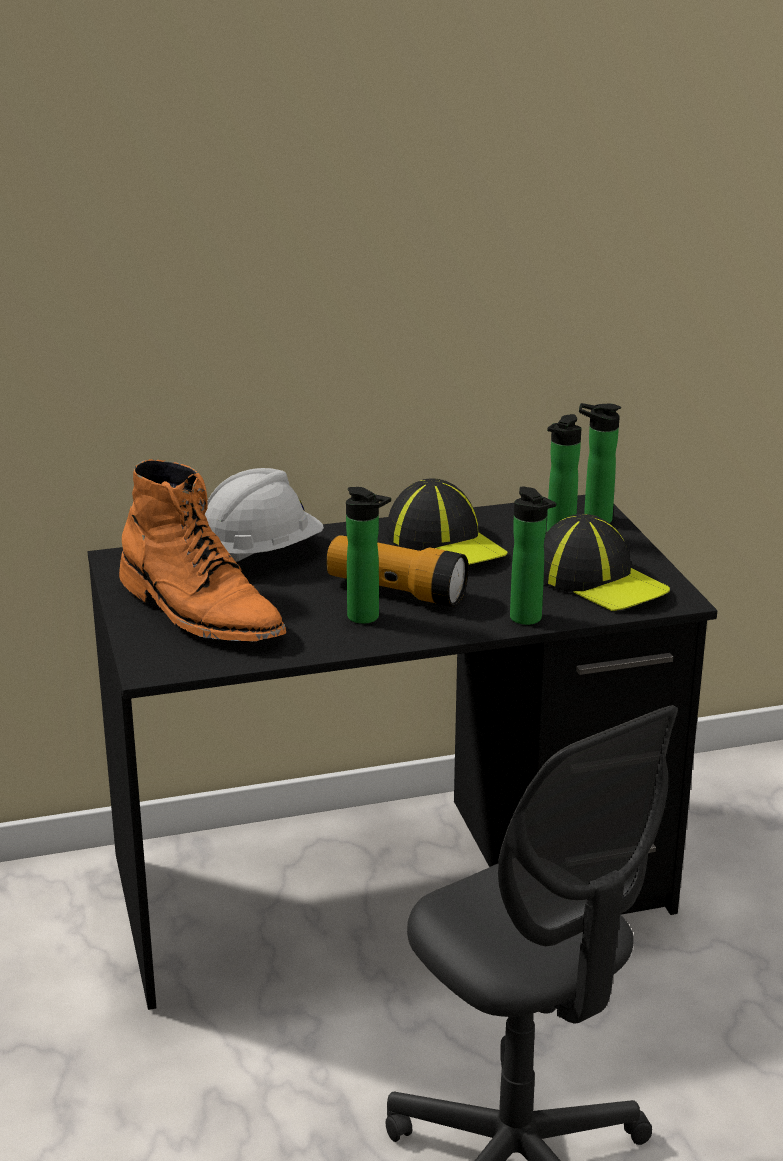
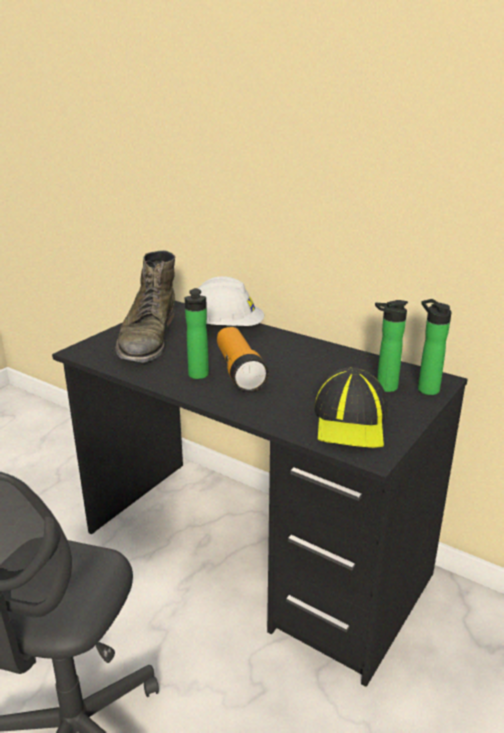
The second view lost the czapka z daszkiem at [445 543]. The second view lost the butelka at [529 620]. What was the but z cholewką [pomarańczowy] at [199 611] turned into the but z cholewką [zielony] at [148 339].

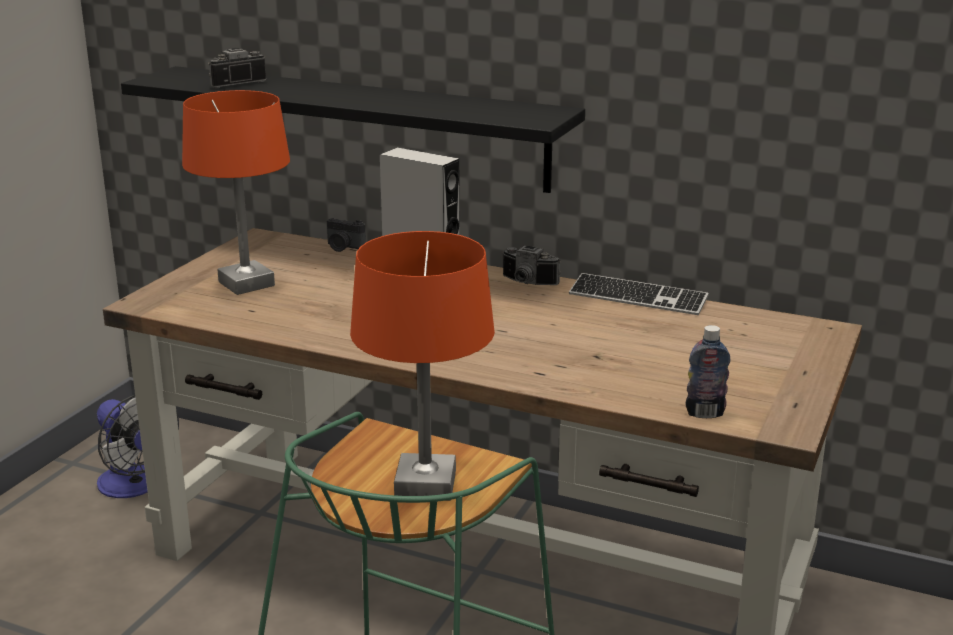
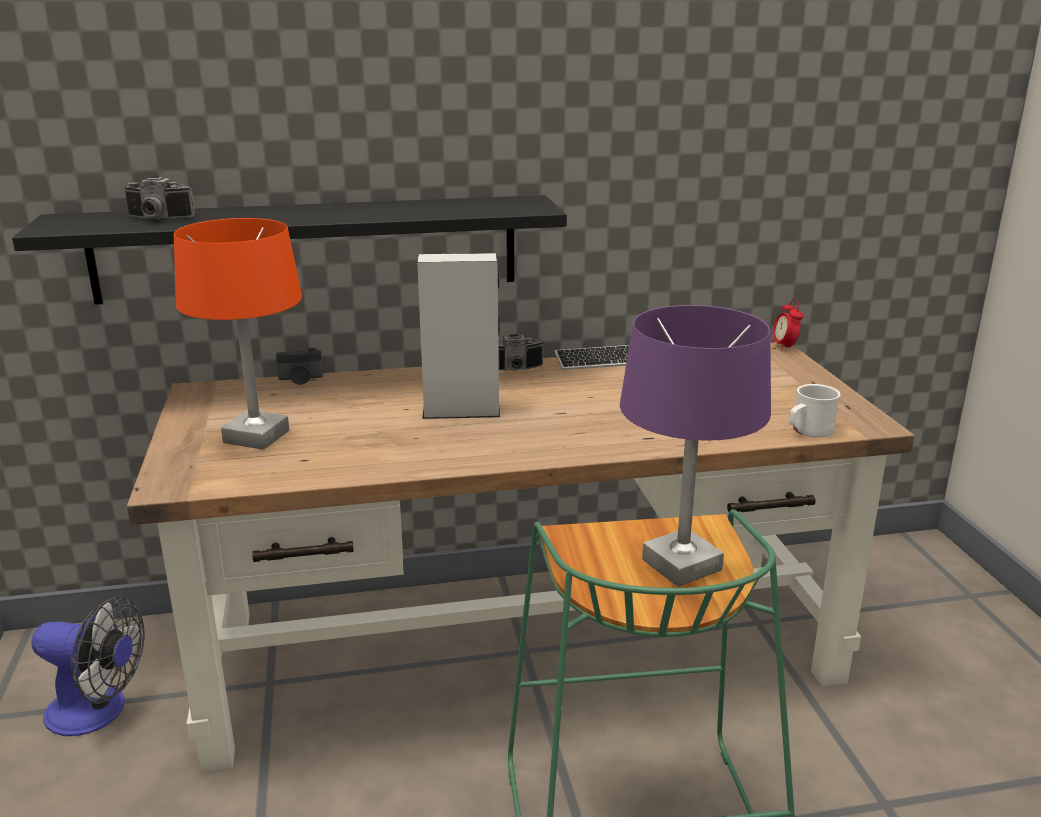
The second view gained the budzik at [784 347]. Where the butelka stood at [705 413], the kubek [biały] came to stand at [808 431]. What was the lampa stołowa [pomarańczowy] at [425 485] turned into the lampa stołowa [fioletowy] at [682 565]. The aparat fotograficzny at [235 82] ended up facing another way, 105 degrees counterclockwise from before.

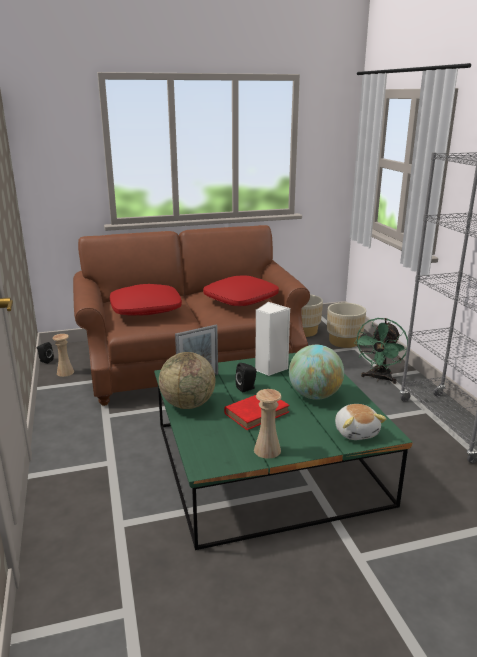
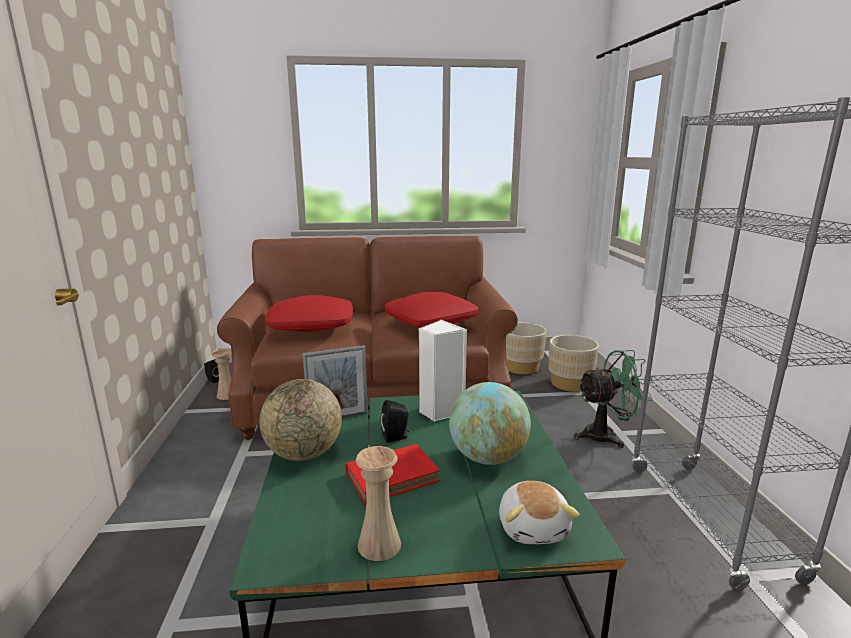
The wentylator [zielony] at [379 378] ended up facing another way, 135 degrees counterclockwise from before.

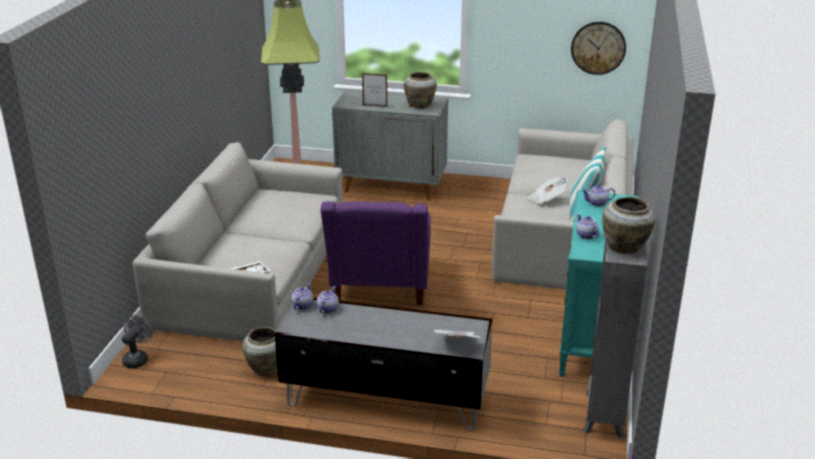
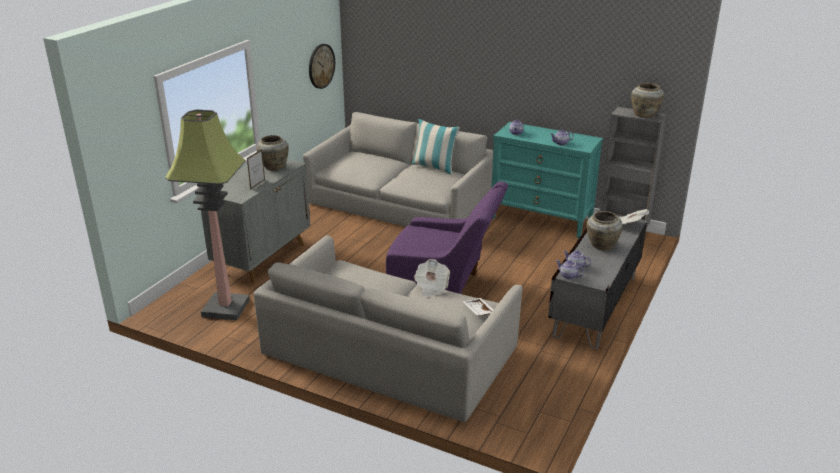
The second view lost the wentylator [szary] at [137 358]. The wazon [beżowy] ended up elsewhere, having gone from [266 368] to [601 245]. The gazeta ended up elsewhere, having gone from [547 199] to [431 287].

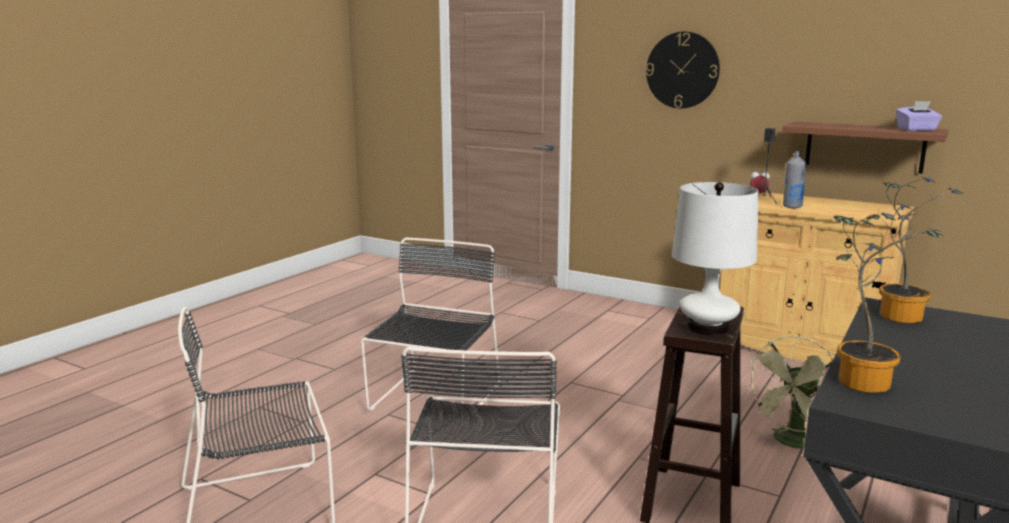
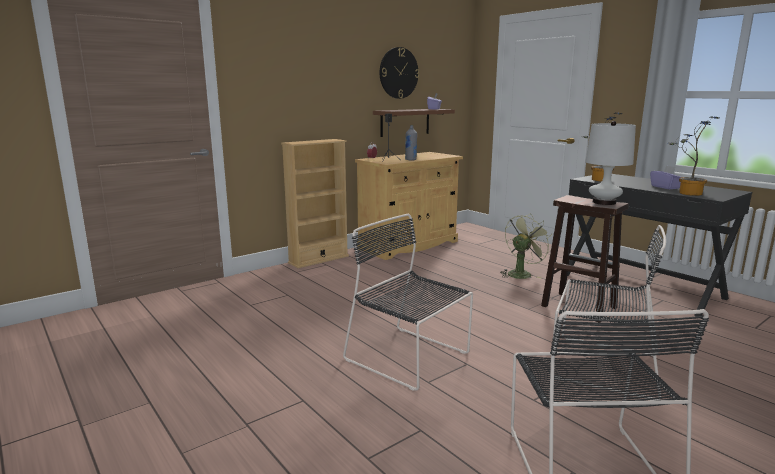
The second view gained the regał [beżowy] at [318 259]. The second view gained the pudełko chusteczek [fioletowy] at [665 187]. The zegar ścienny ended up elsewhere, having gone from [682 70] to [398 73]. The wentylator [zielony] at [792 443] ended up facing another way, 105 degrees counterclockwise from before.

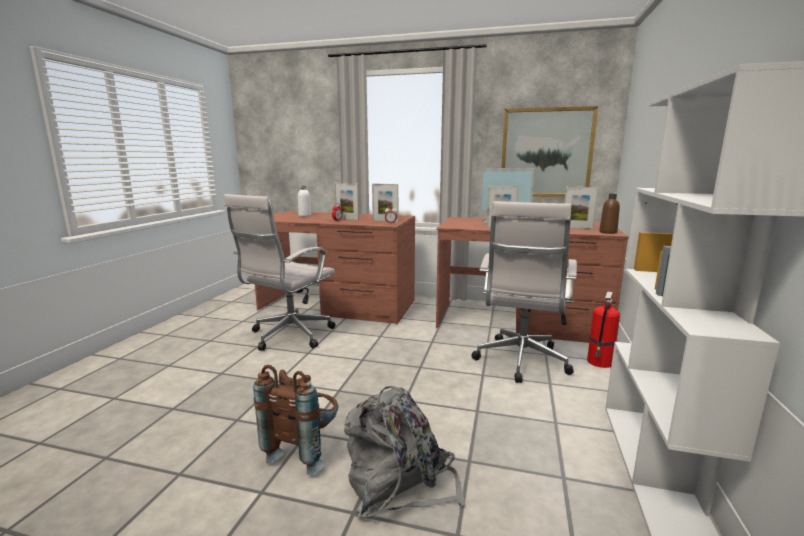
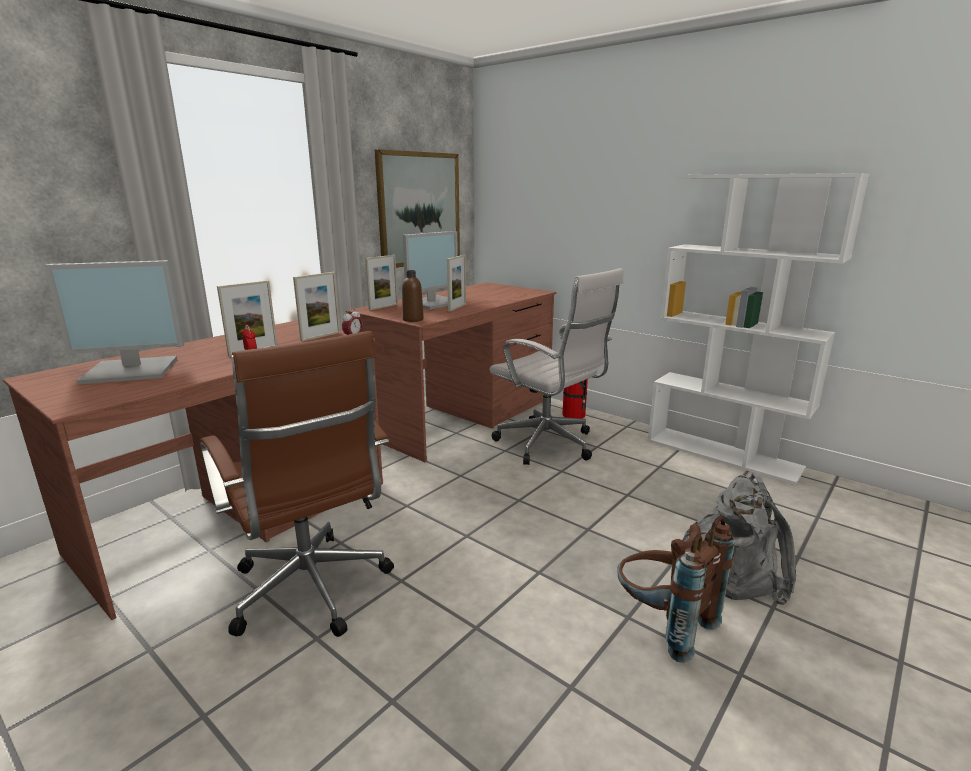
The ramka na zdjęcie ended up elsewhere, having gone from [577 228] to [383 307]. The butelka [brązowy] ended up elsewhere, having gone from [608 232] to [413 319]. Where the butelka [biały] stood at [305 215], the monitor came to stand at [133 370]. What was the krzesło biurowe [biały] at [289 336] turned into the krzesło biurowe [brązowy] at [312 592].

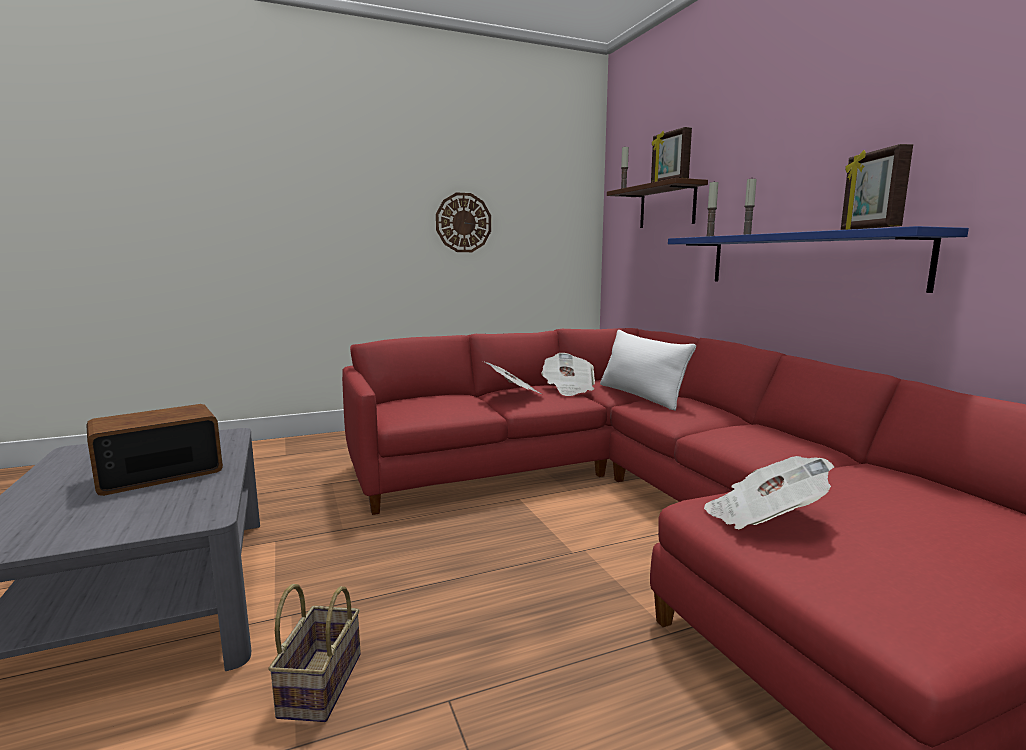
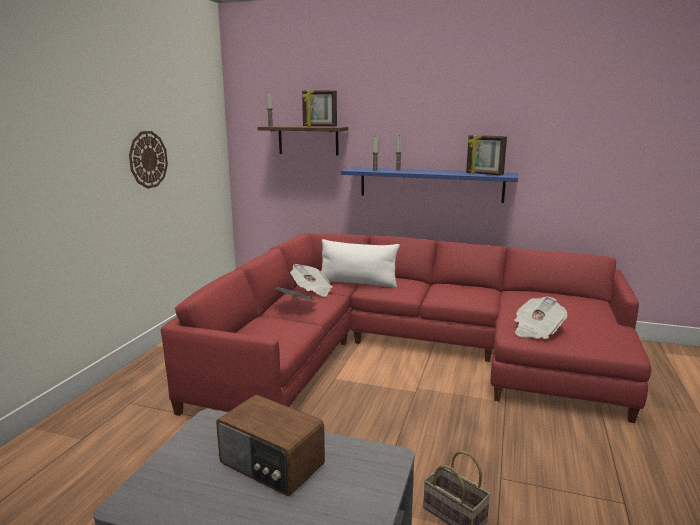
The radio at [158 473] ended up facing another way, 60 degrees counterclockwise from before.

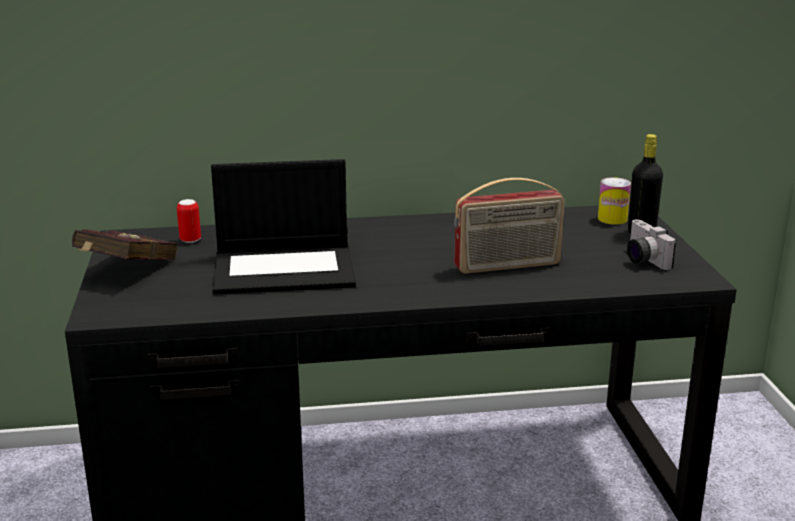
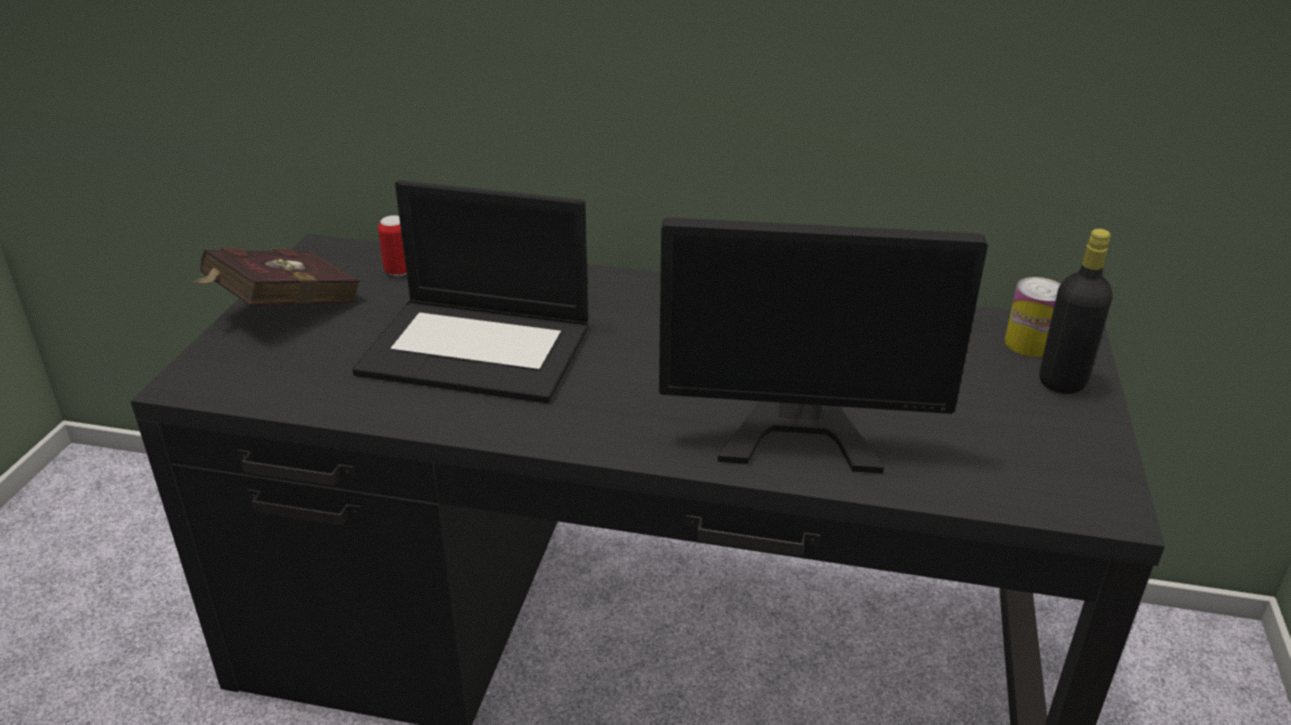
The second view lost the aparat fotograficzny at [642 259]. Where the radio stood at [508 266], the monitor came to stand at [800 409].

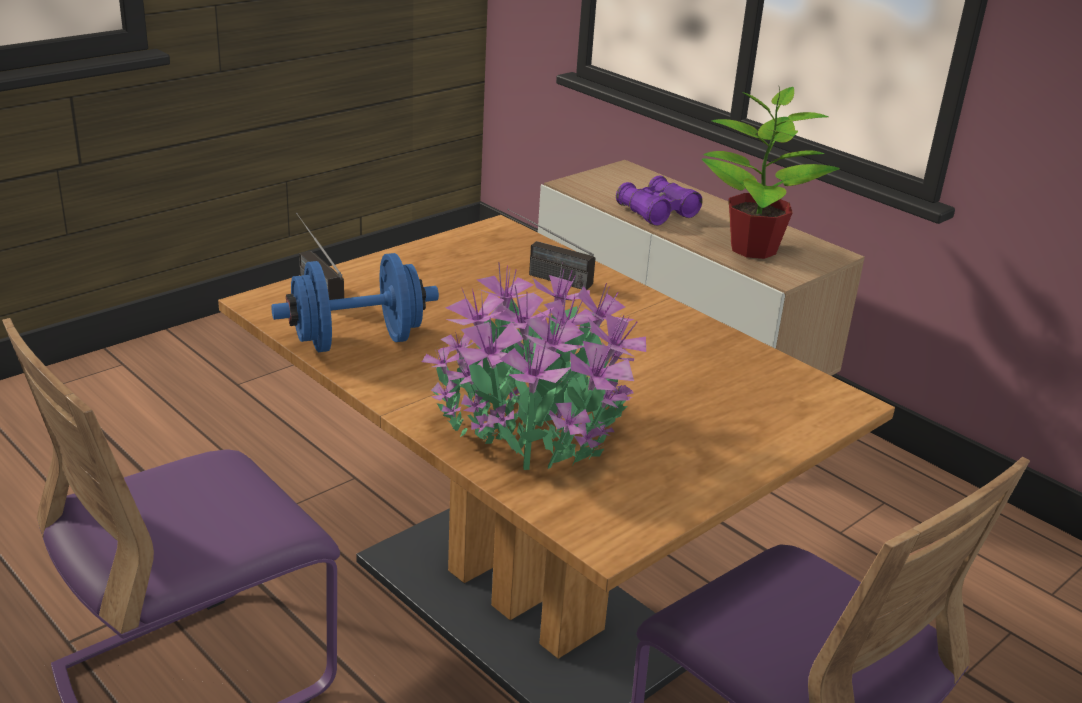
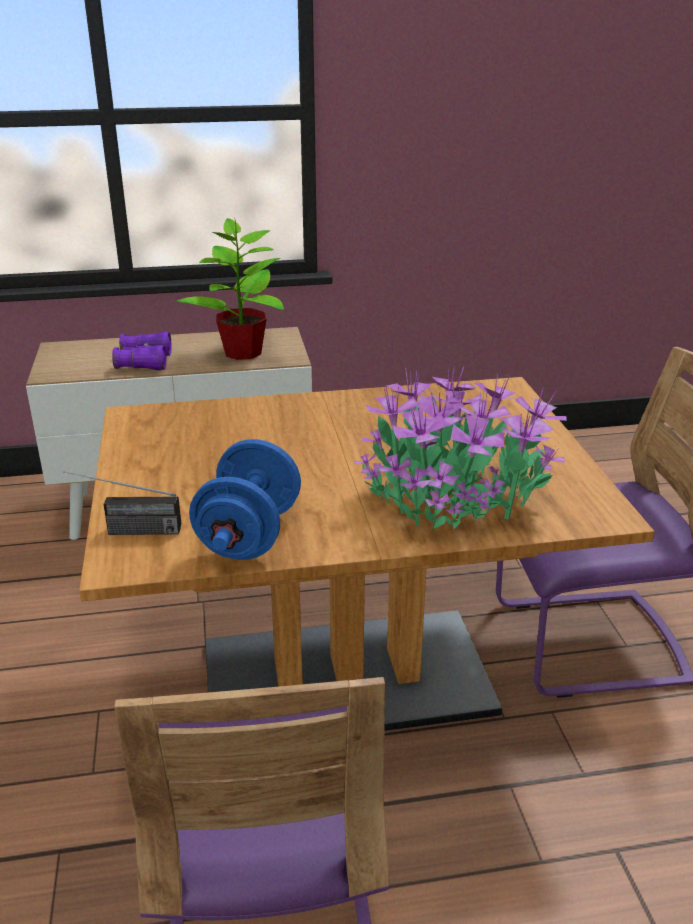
The second view lost the radio at [544 276].

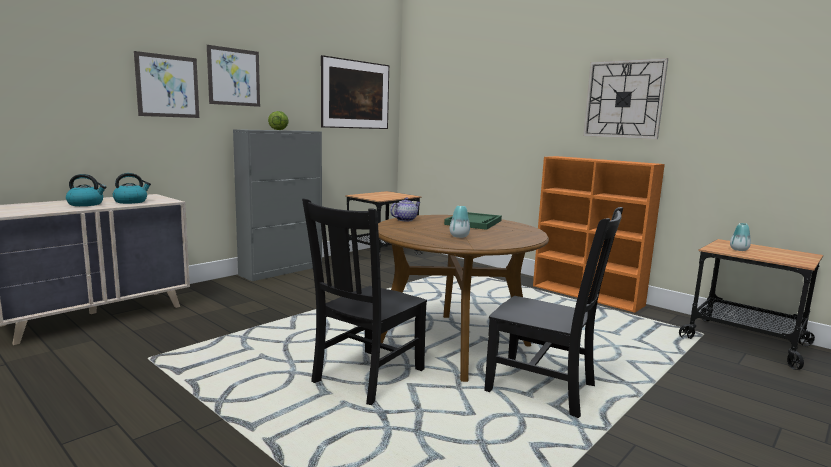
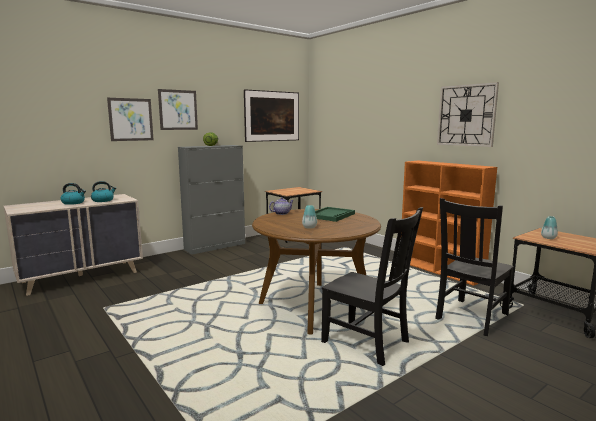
The krzesło [czarny] ended up elsewhere, having gone from [366 377] to [470 317].

